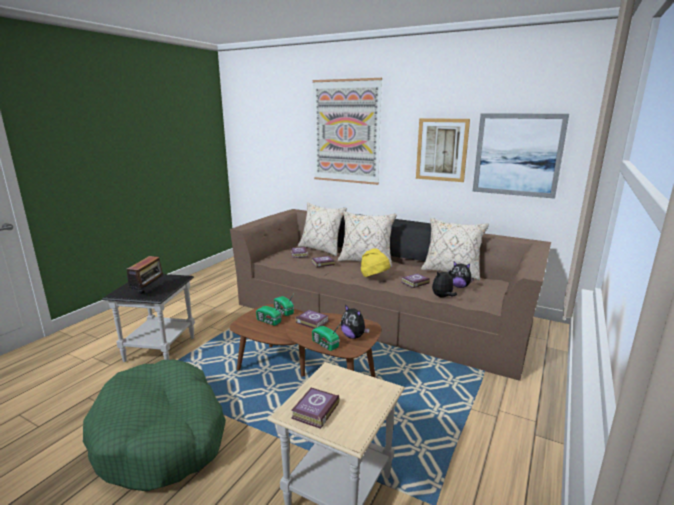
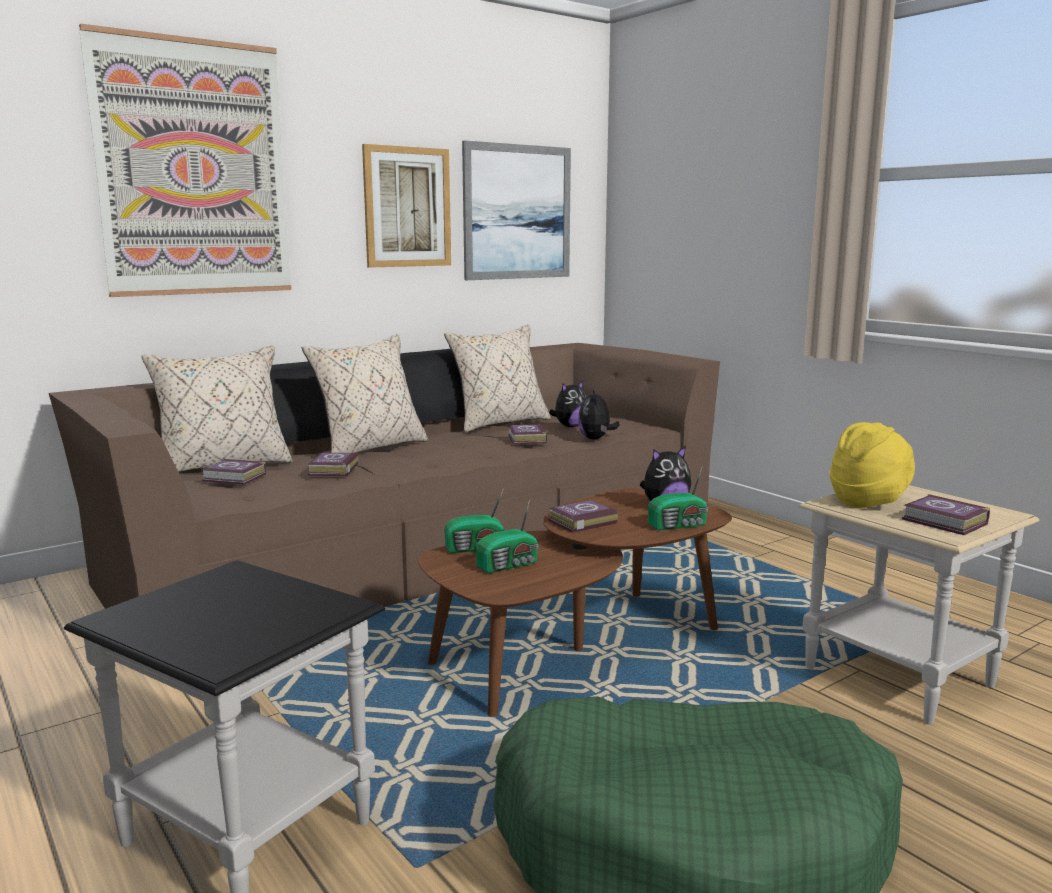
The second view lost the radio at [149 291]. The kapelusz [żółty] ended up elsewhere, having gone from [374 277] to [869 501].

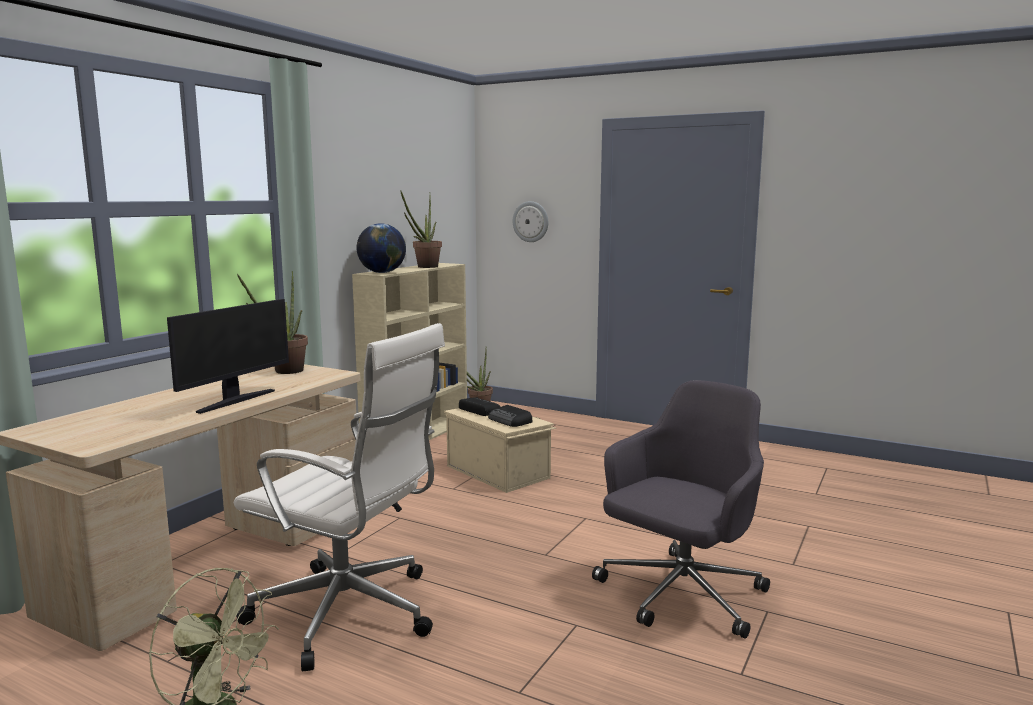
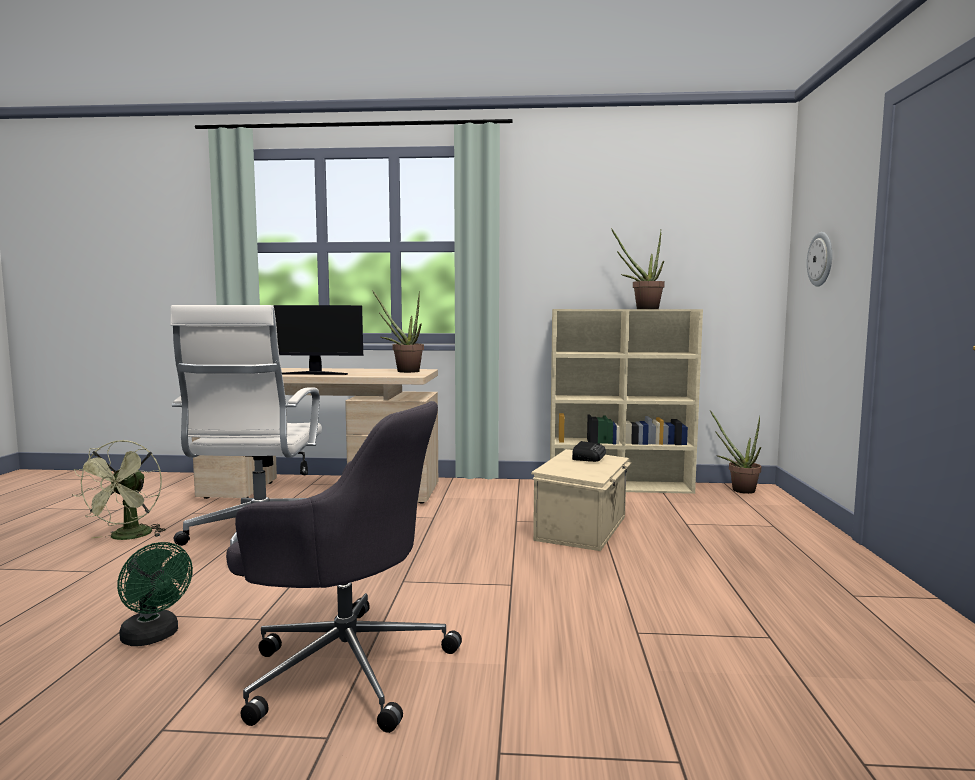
The second view lost the globus at [382 273]. The second view lost the radio at [510 421]. The second view gained the wentylator [zielony] at [154 637].

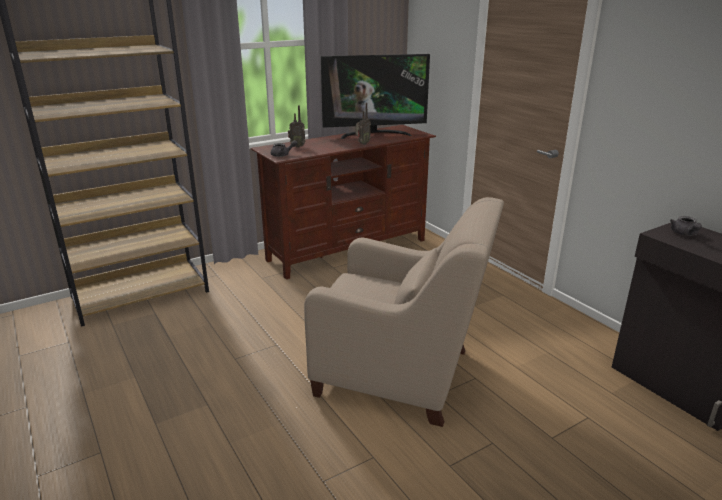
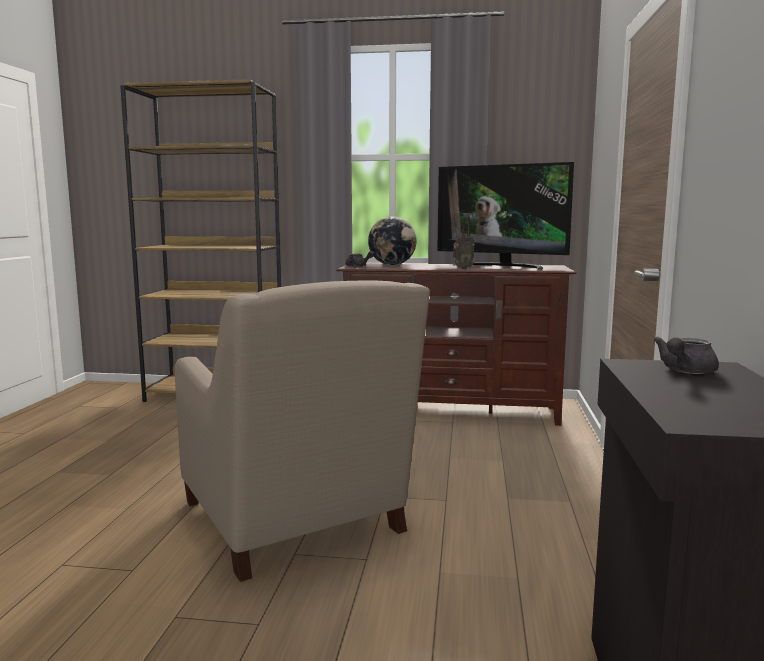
Where the radio stood at [297 146], the globus came to stand at [392 265].

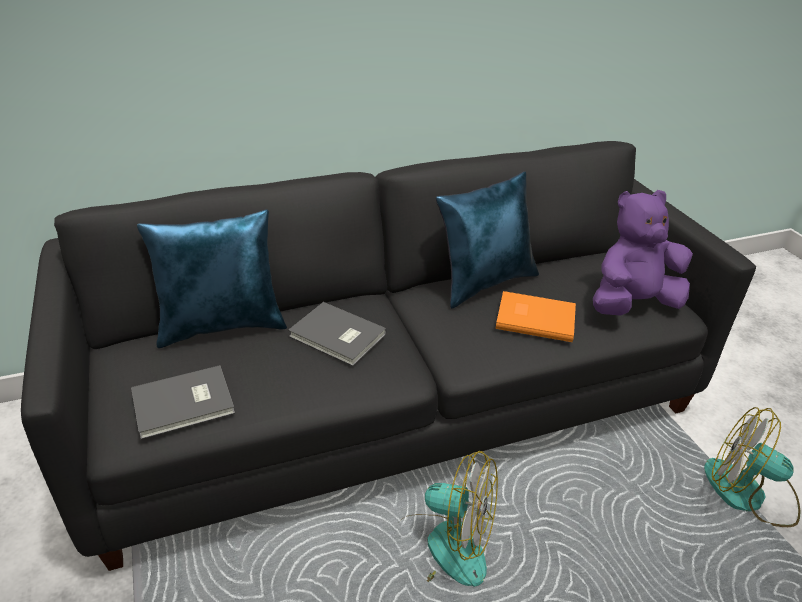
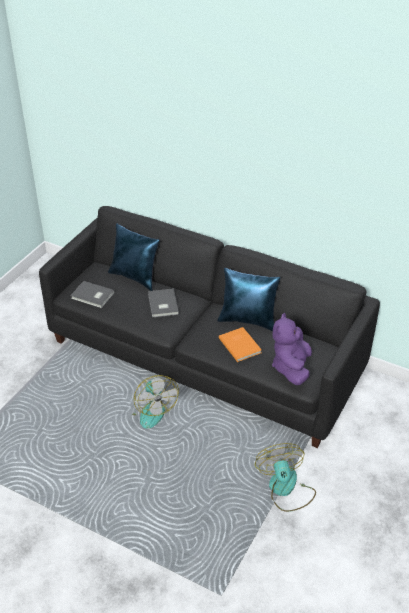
The pluszak [fioletowy] at [631 304] ended up facing another way, 105 degrees counterclockwise from before.

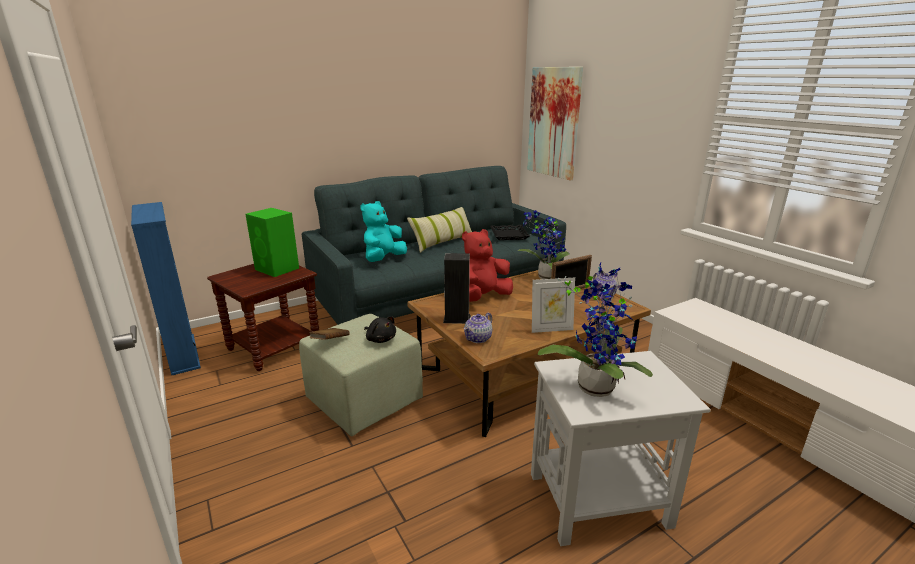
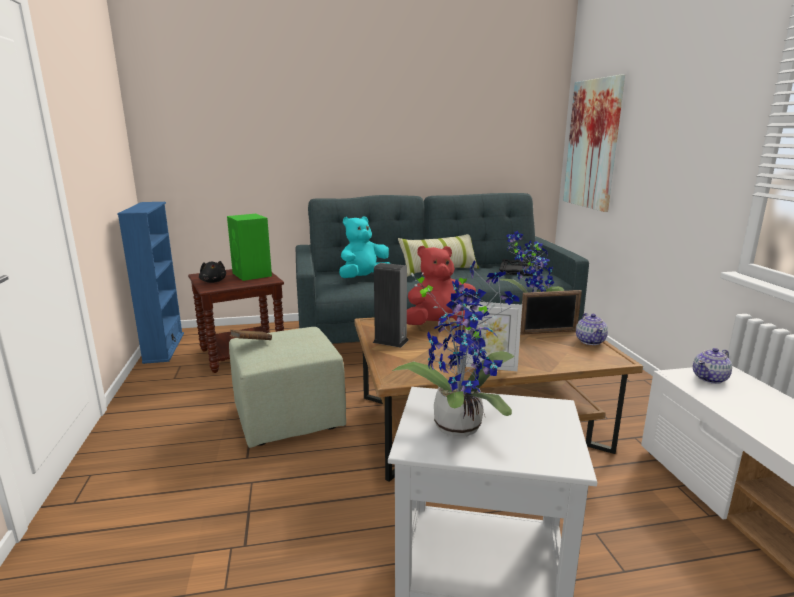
The pluszak [czarny] ended up elsewhere, having gone from [380 339] to [213 281]. The imbryk ended up elsewhere, having gone from [478 338] to [710 378].

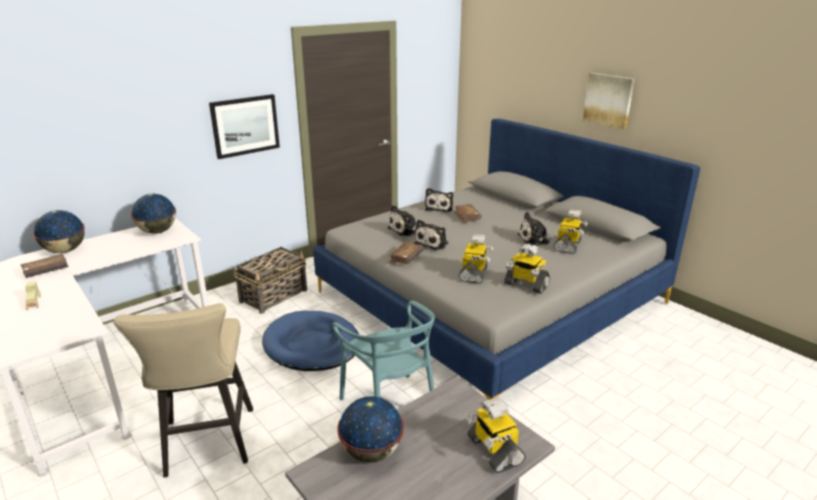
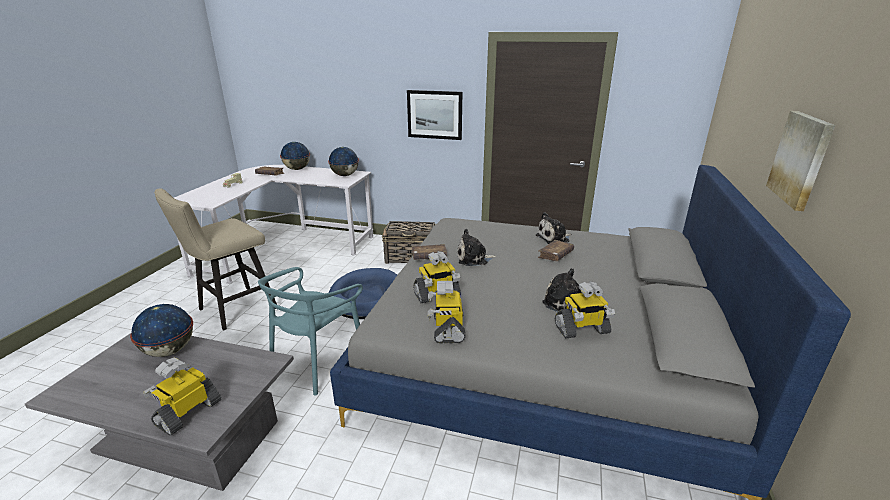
The second view lost the pluszak at [405 230].

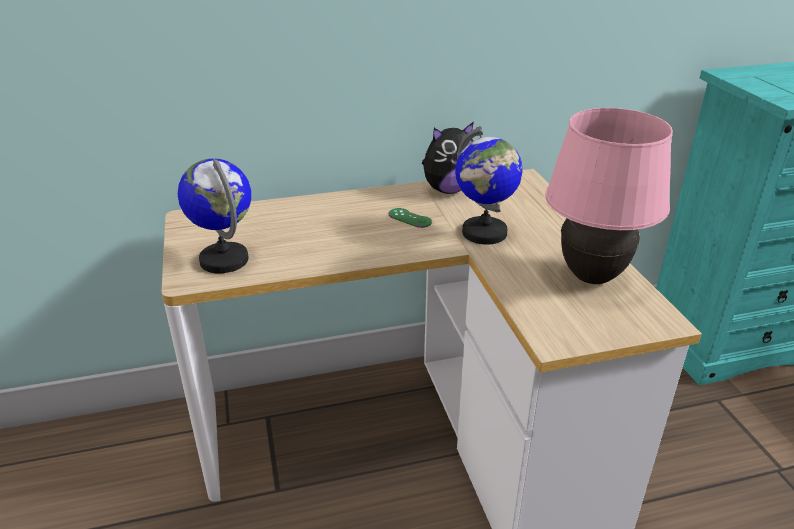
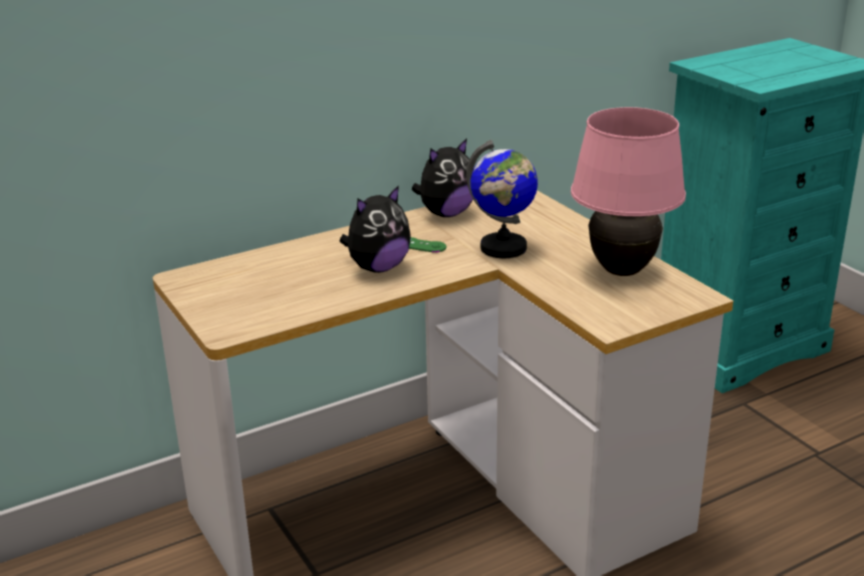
The second view lost the globus at [224 260]. The second view gained the pluszak at [378 268].

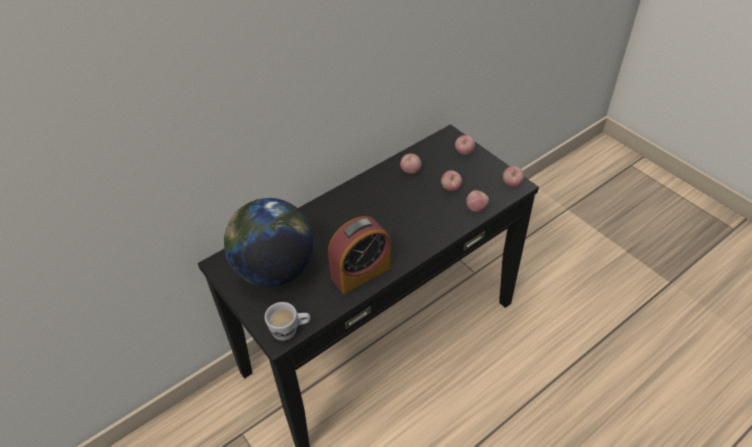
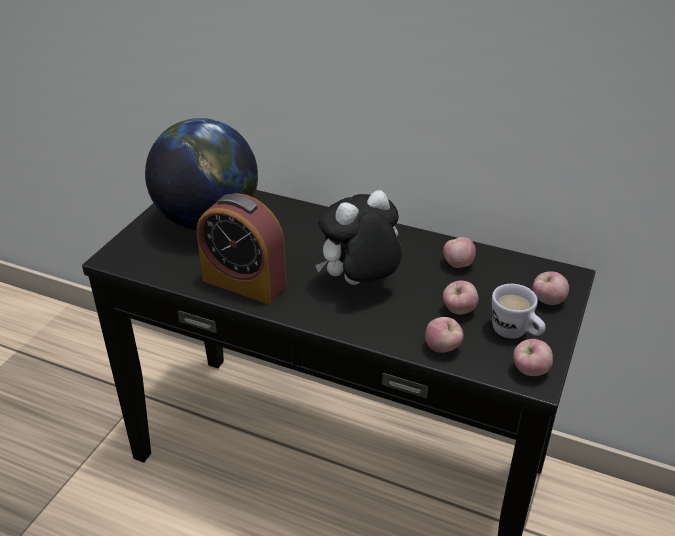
The second view gained the pluszak at [359 284]. The kubek [biały] ended up elsewhere, having gone from [290 330] to [515 334].

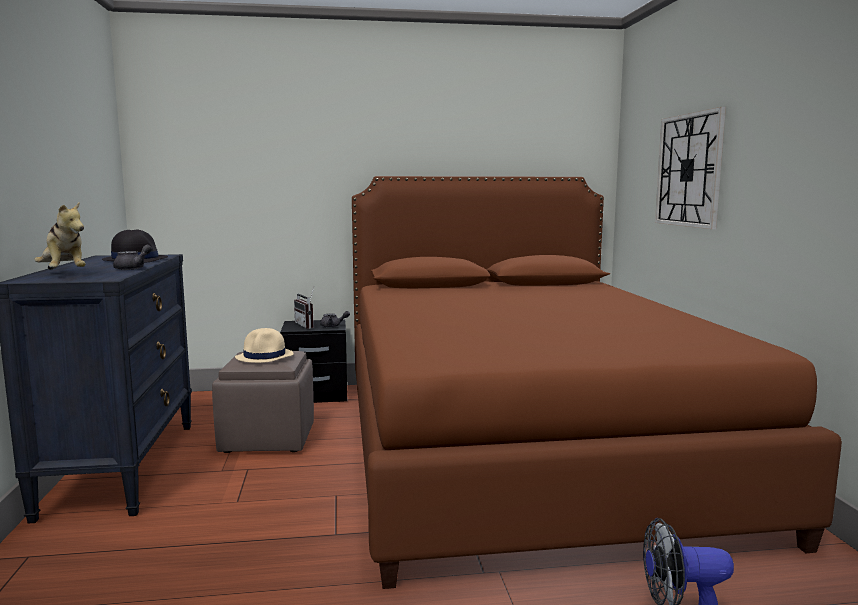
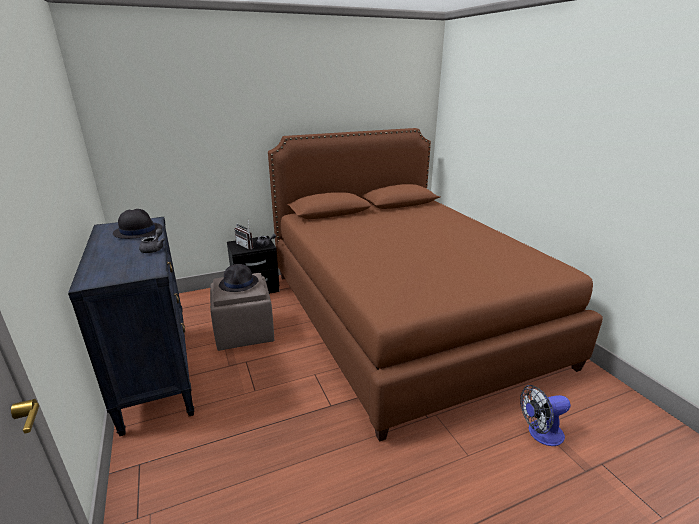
The second view lost the pluszak at [64 274]. The second view lost the zegar ścienny at [689 170]. What was the kapelusz [beżowy] at [265 356] turned into the kapelusz [czarny] at [239 283].

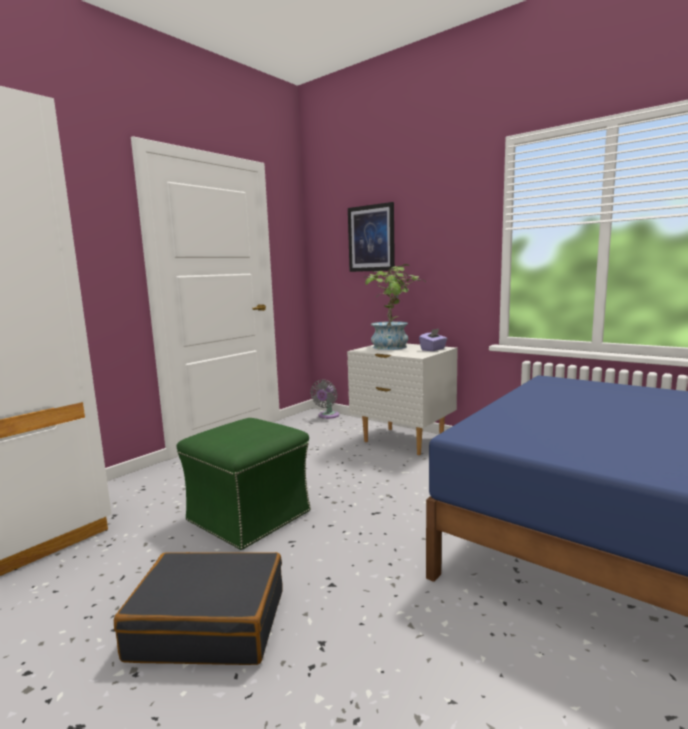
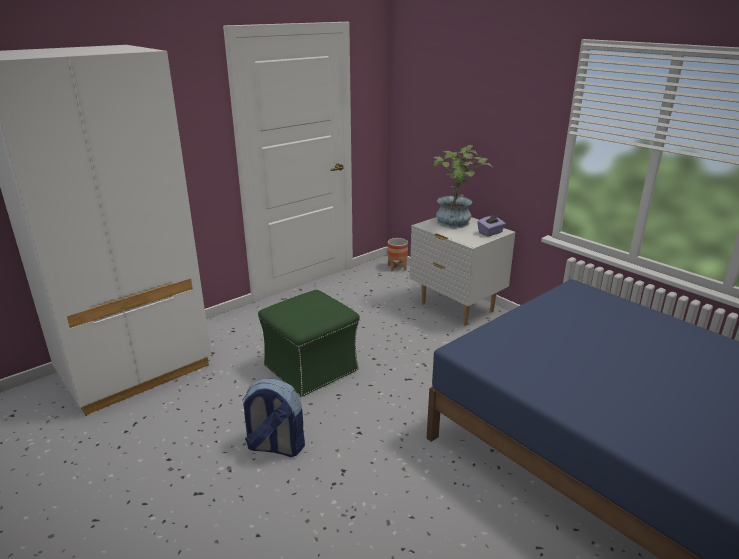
The second view lost the obraz at [371 238]. Where the walizka [czarny] stood at [209 623], the plecak came to stand at [275 447]. Where the wentylator [szary] stood at [327 416], the donica came to stand at [397 267].

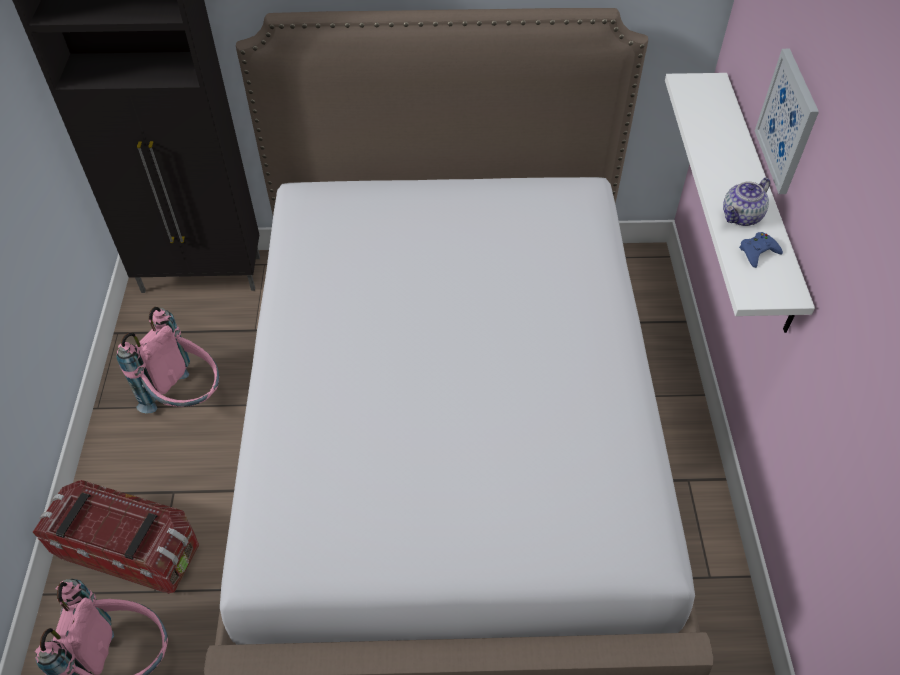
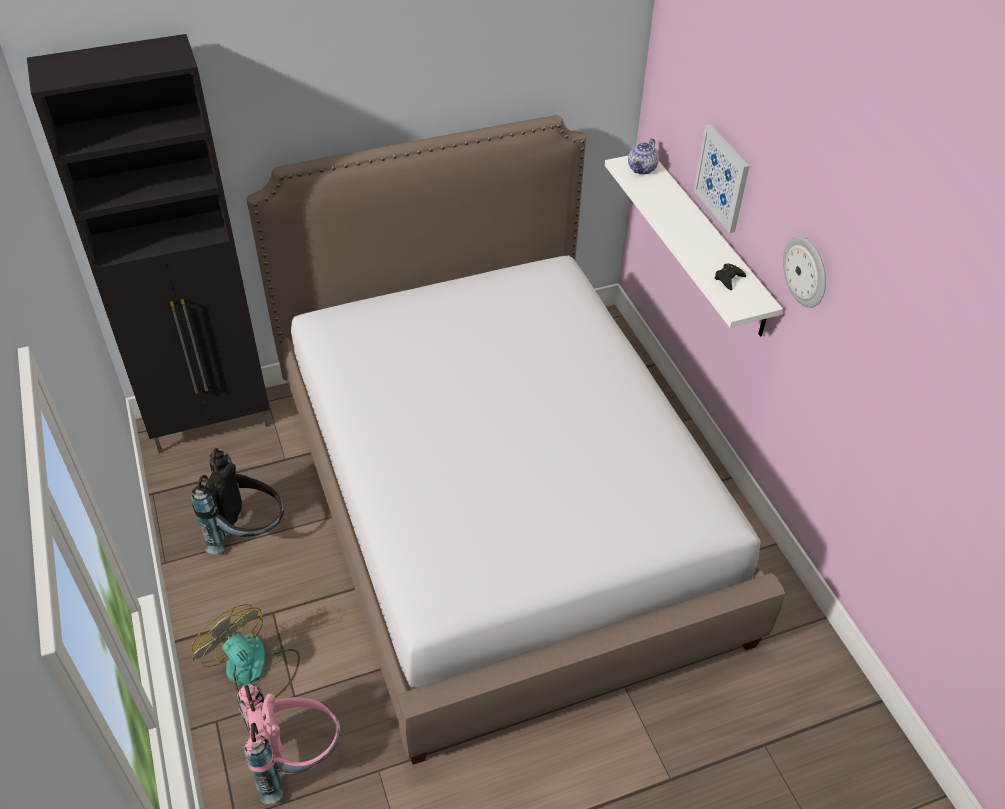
The second view gained the zegar ścienny at [806 271]. The imbryk ended up elsewhere, having gone from [741 217] to [642 169]. Where the pojemnik do przechowywania stood at [129 549], the wentylator came to stand at [254 670]. What was the plecak [różowy] at [187 399] turned into the plecak [czarny] at [248 533]. What was the pad do gier [niebieski] at [758 252] turned into the pad do gier [czarny] at [728 279].

